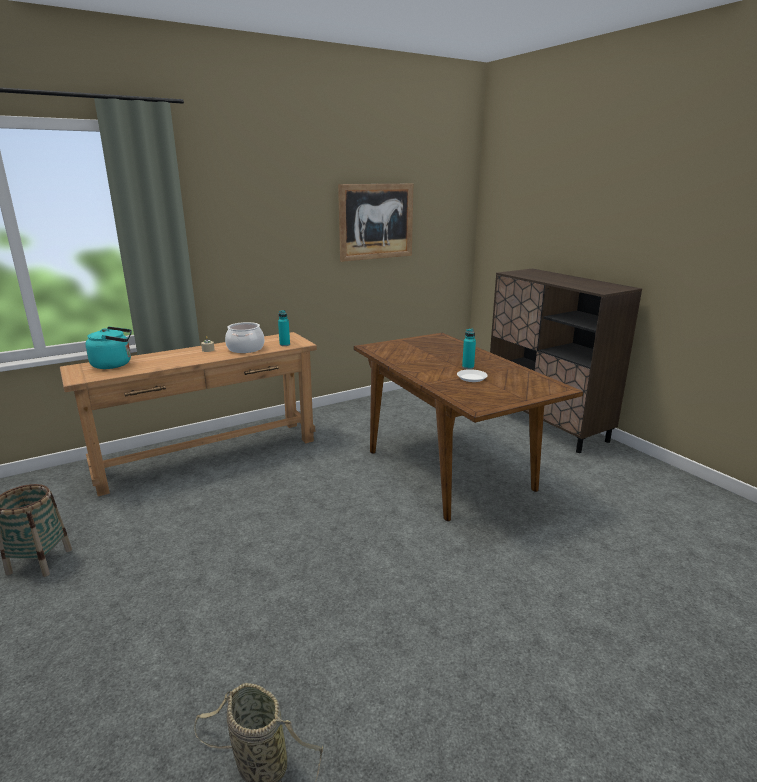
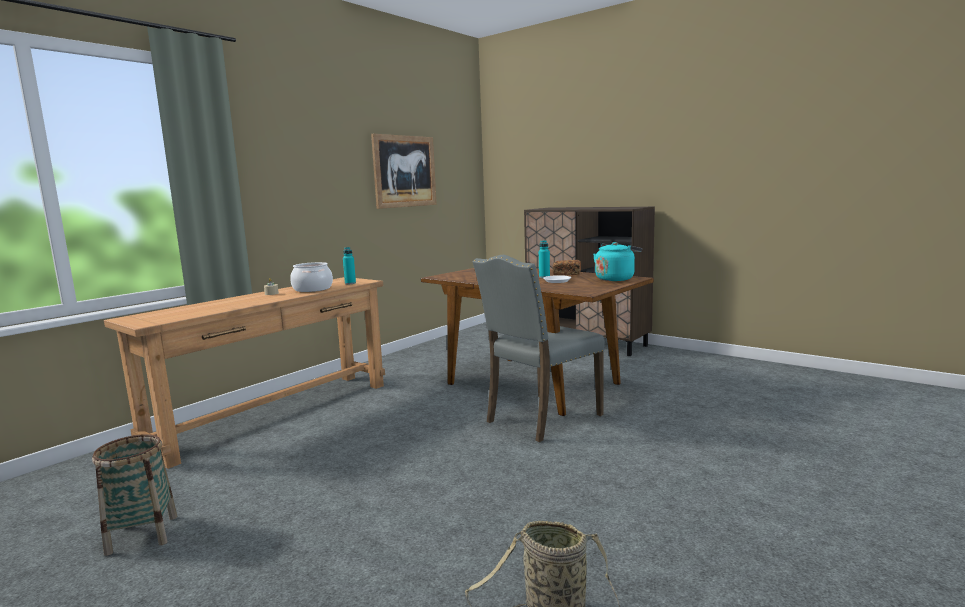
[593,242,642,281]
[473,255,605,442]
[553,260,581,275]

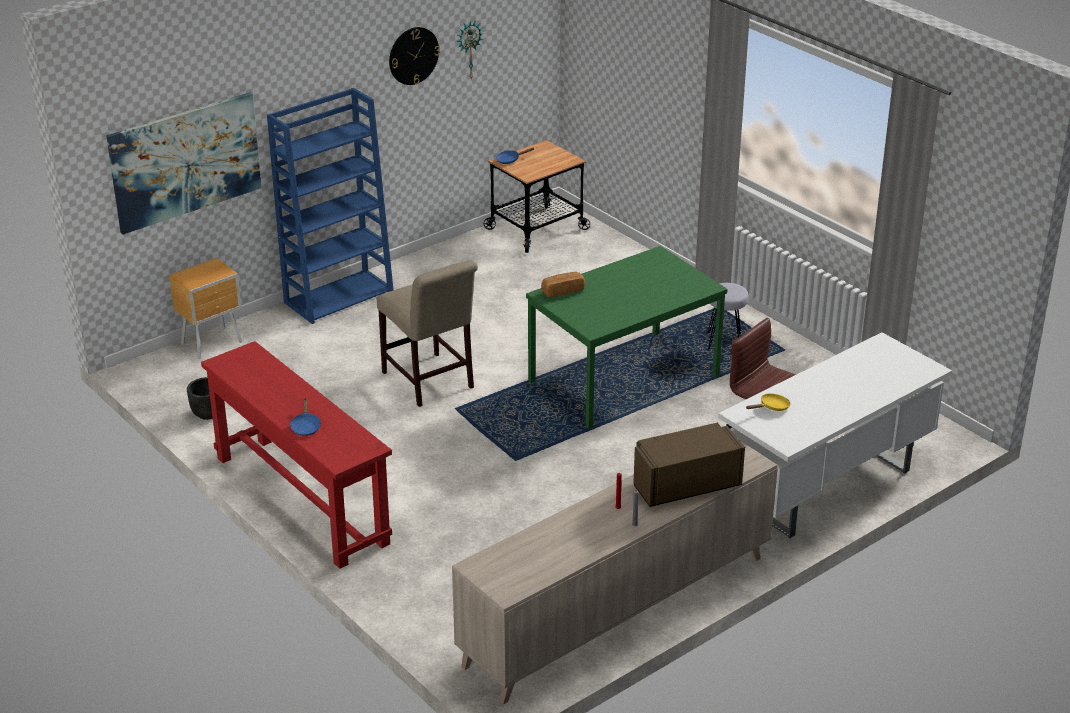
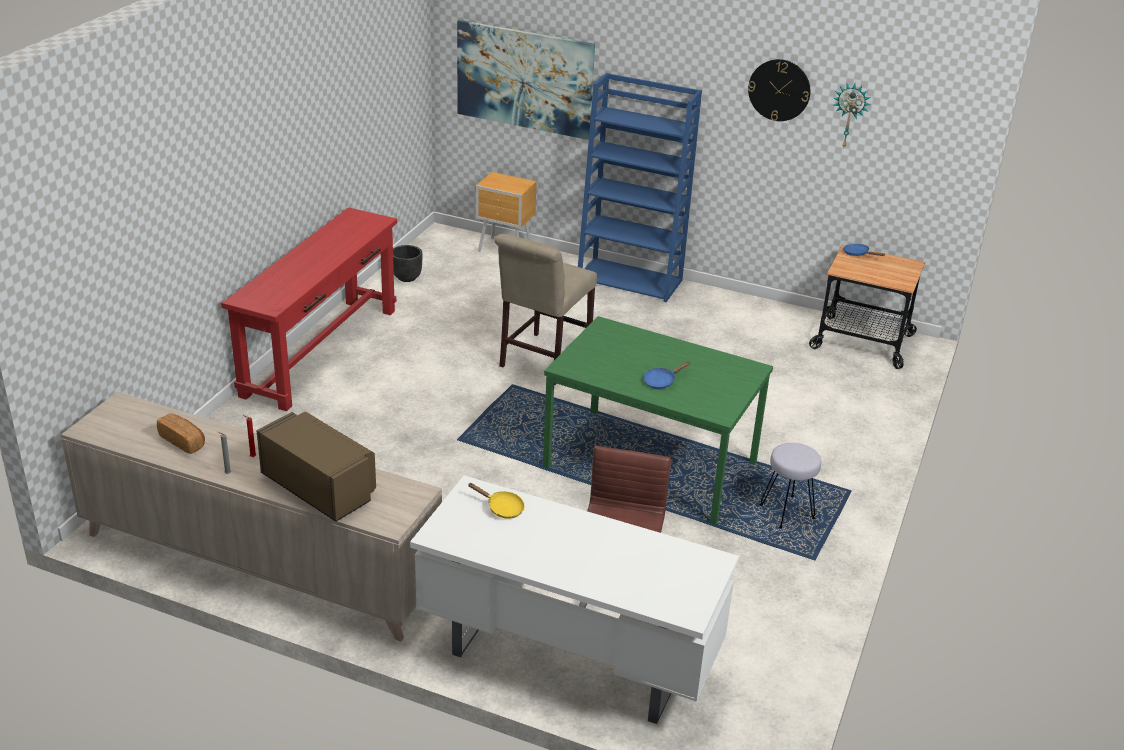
[157,414,205,454]
[643,361,690,389]

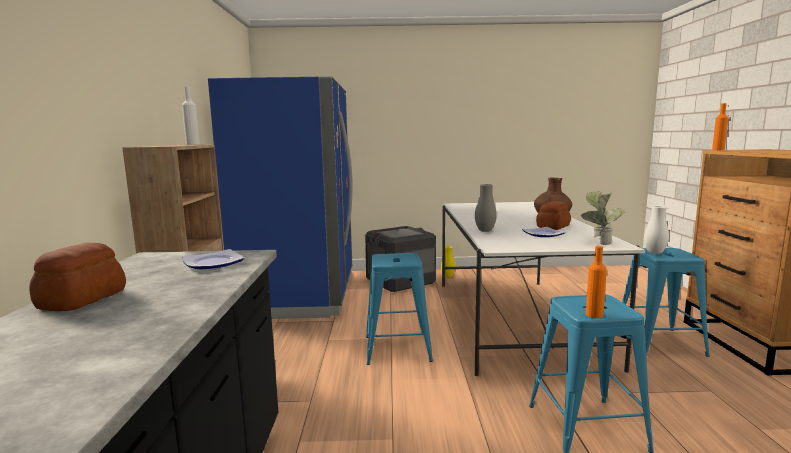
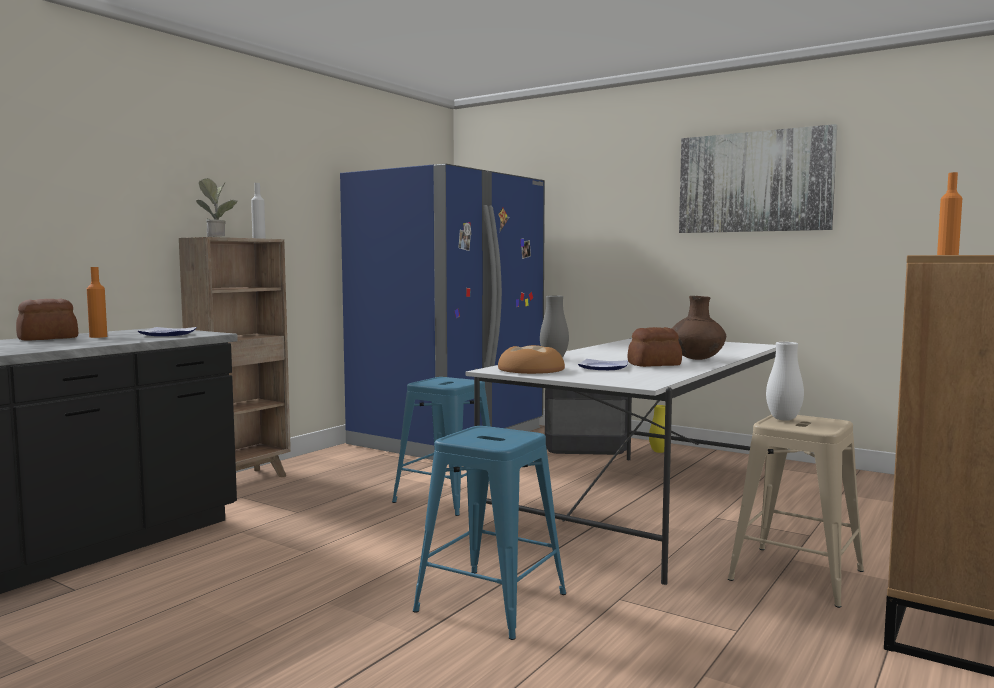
[196,178,237,237]
[87,267,107,338]
[728,414,864,608]
[679,124,837,233]
[498,345,565,374]

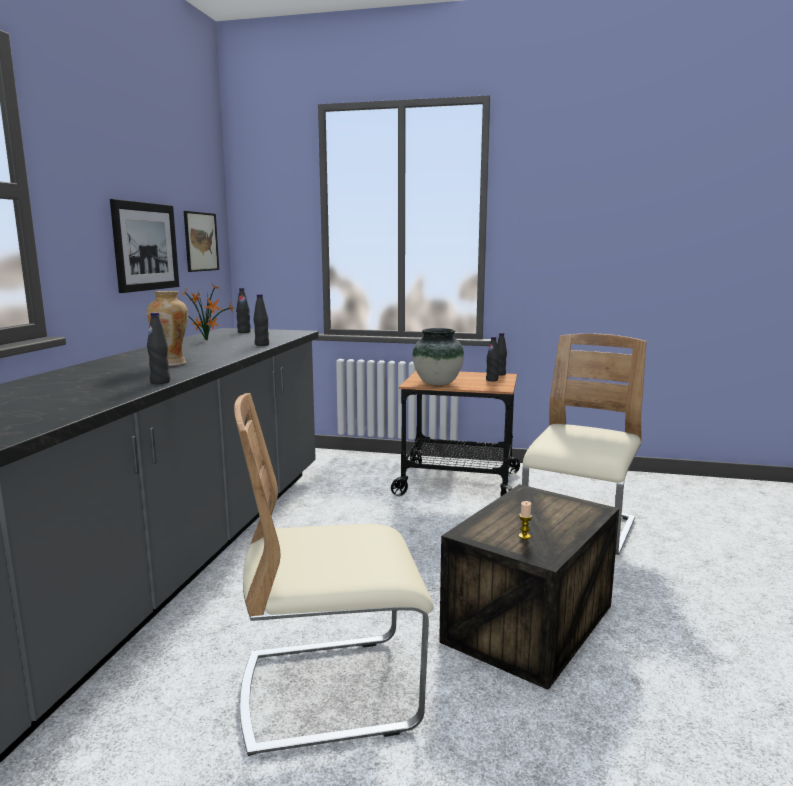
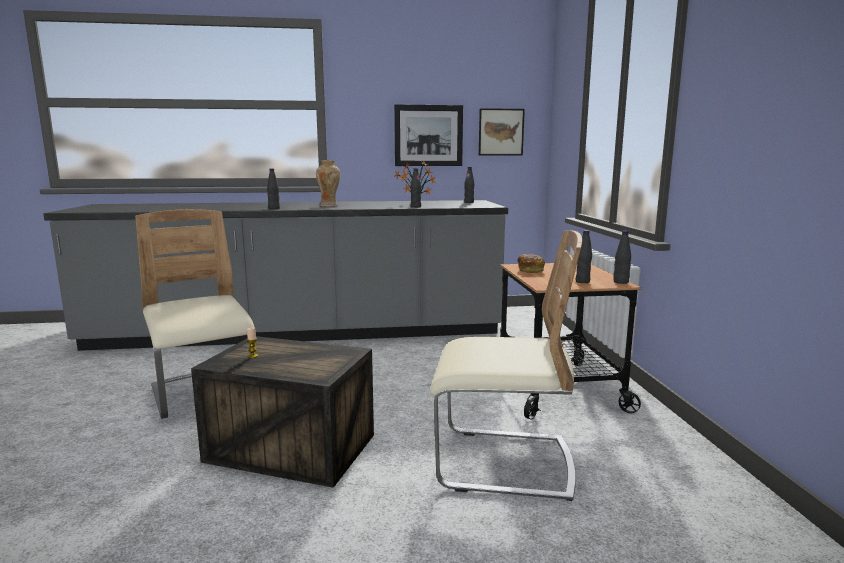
[517,254,545,273]

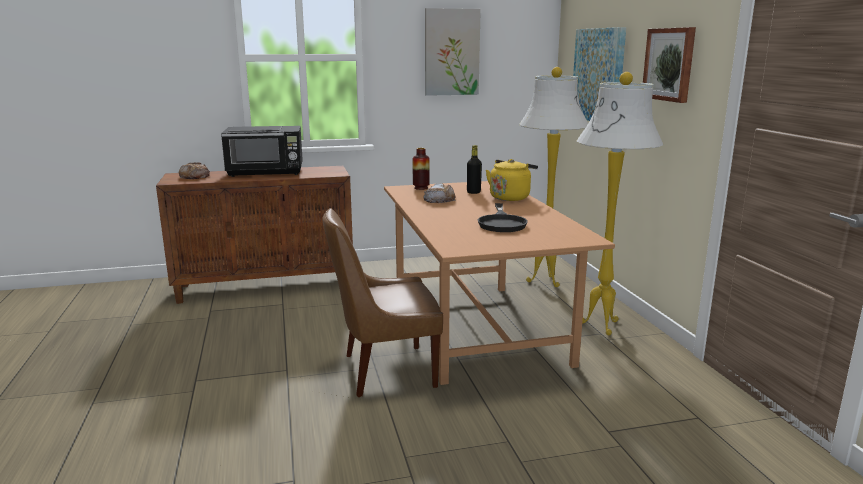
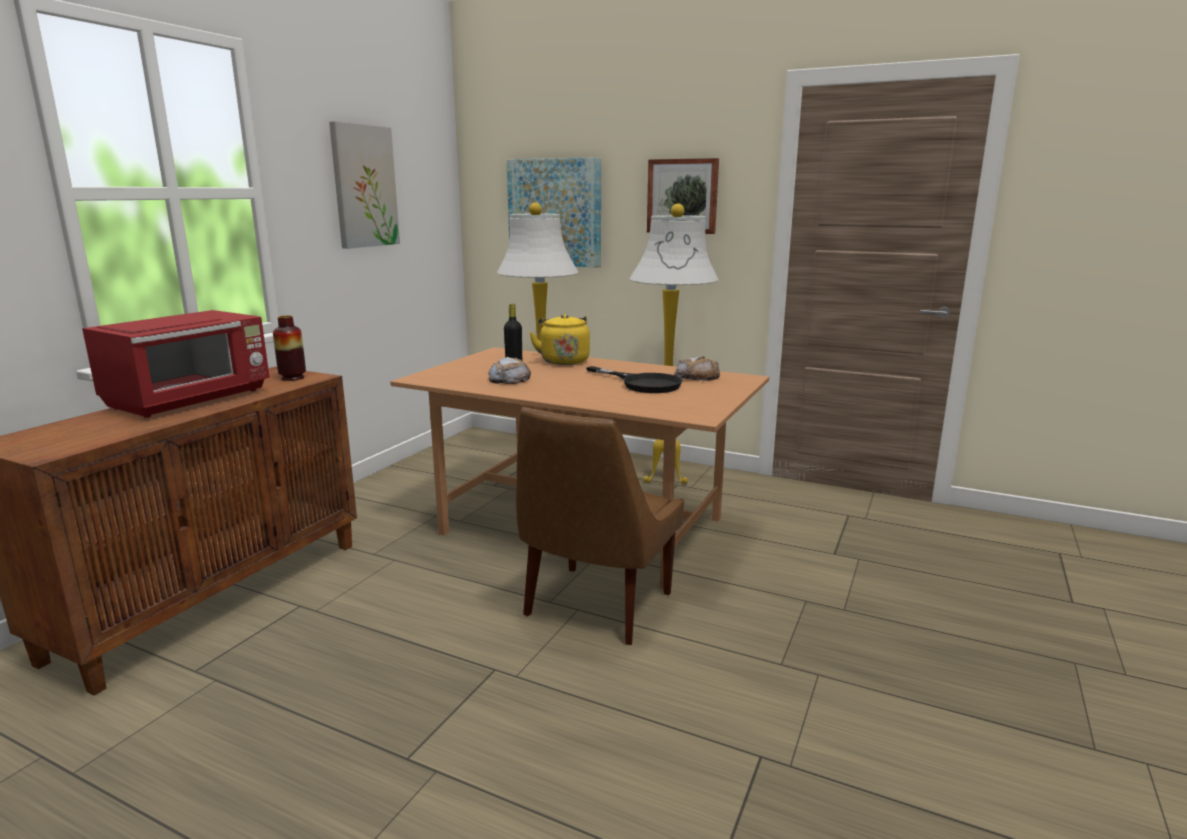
[82,310,269,418]
[273,315,306,381]
[674,355,720,381]

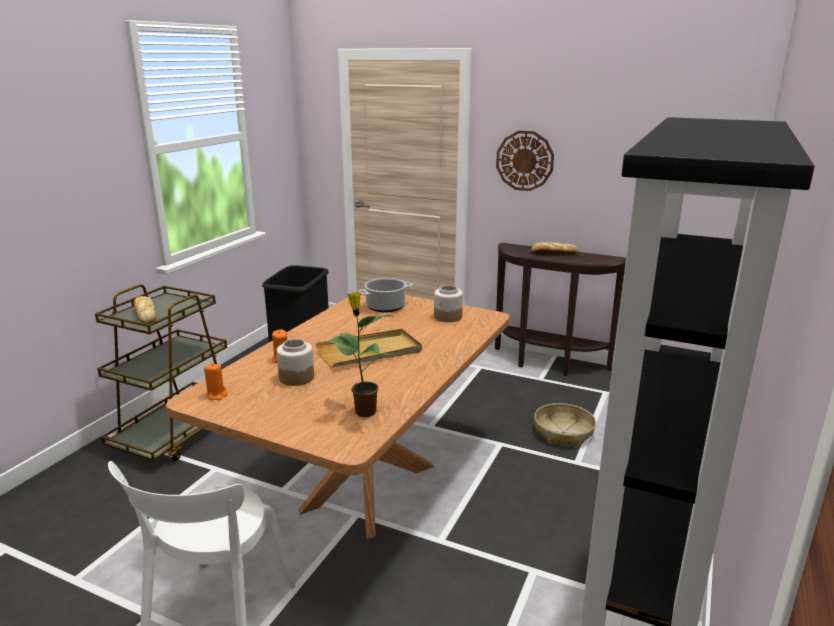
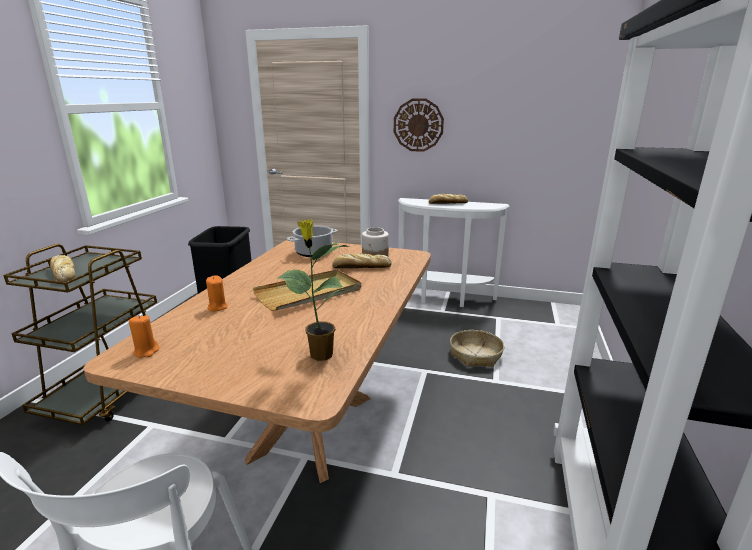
[398,198,510,307]
[277,339,314,386] (first image)
[332,253,391,268]

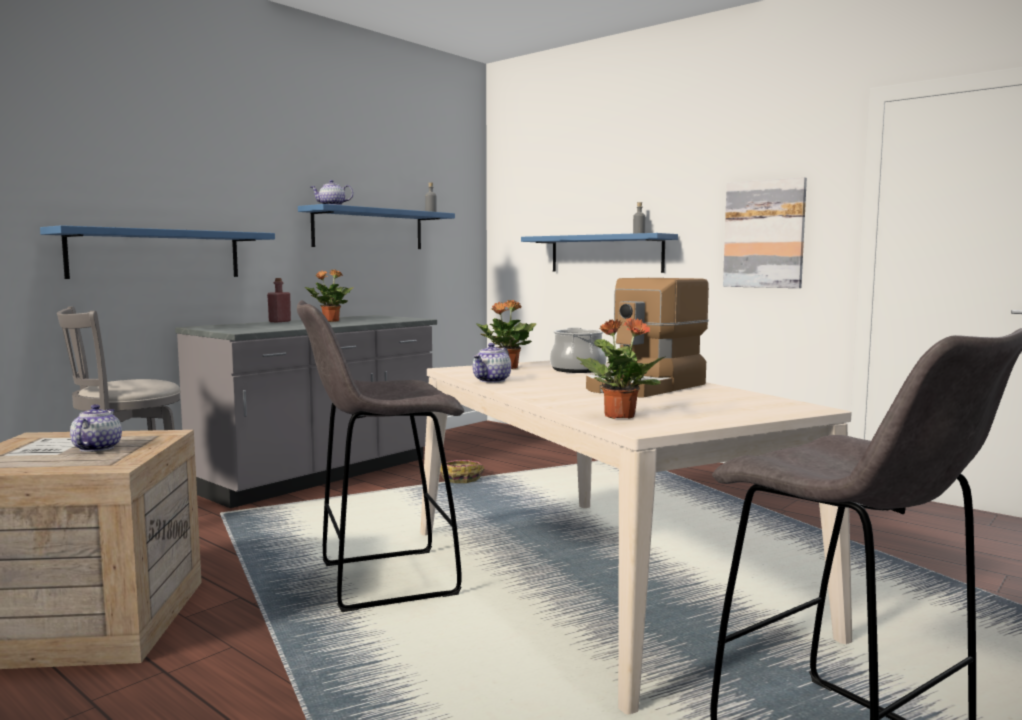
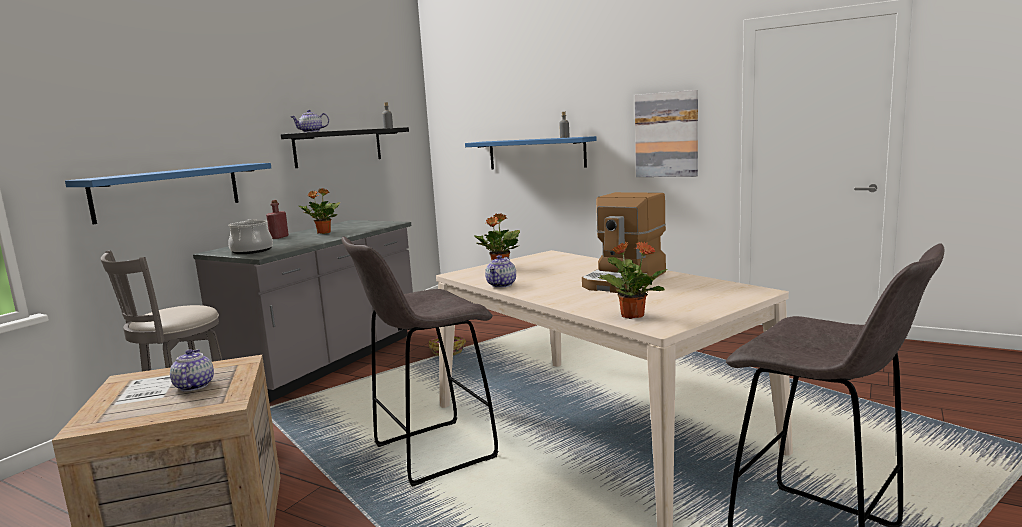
[281,127,409,168]
[228,219,273,254]

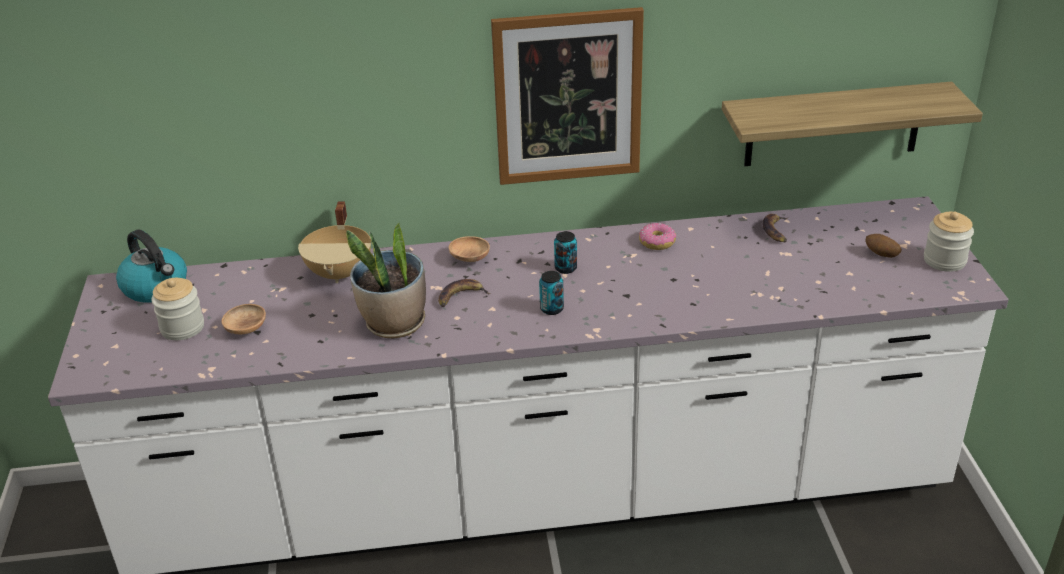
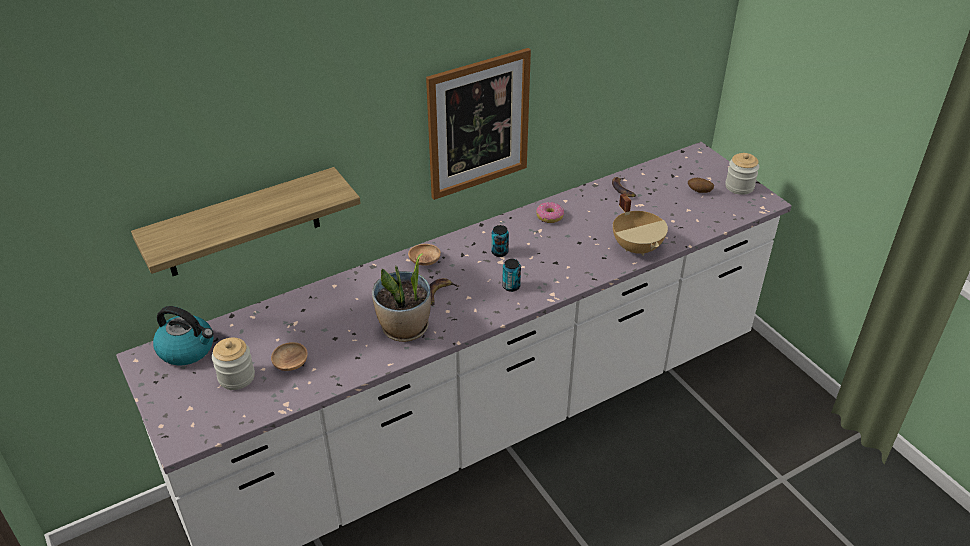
[131,167,361,276]
[613,194,668,256]

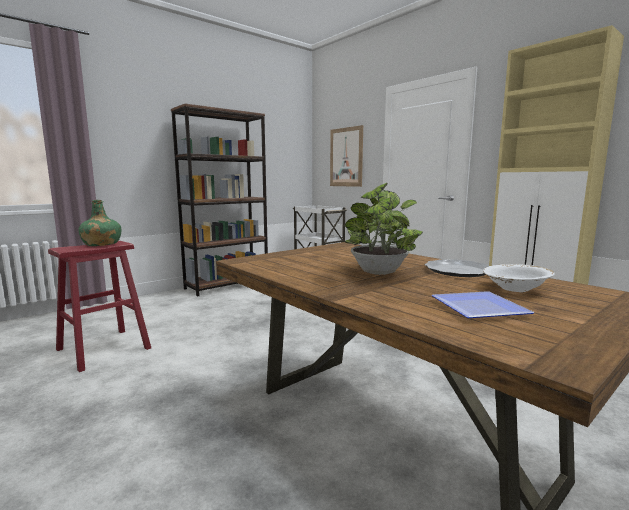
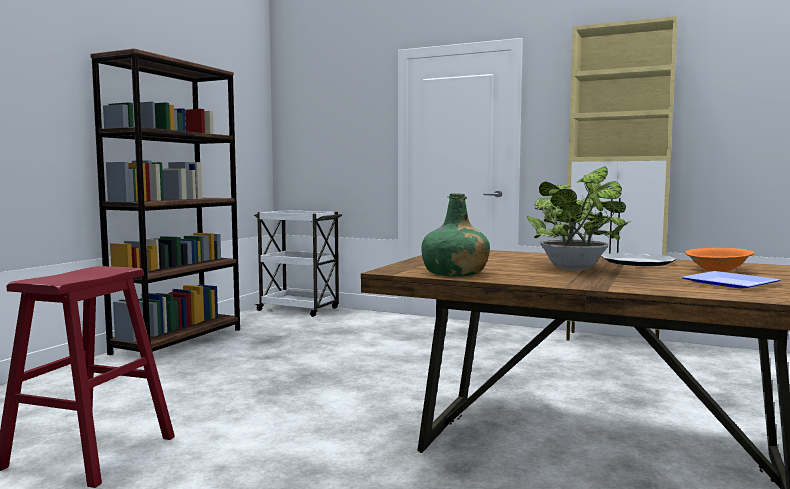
[330,125,363,187] (first image)
[422,193,490,277]
[685,248,754,272]

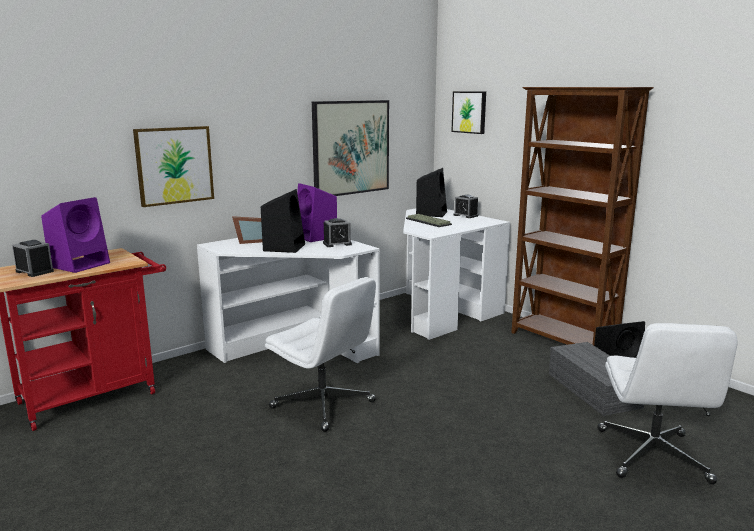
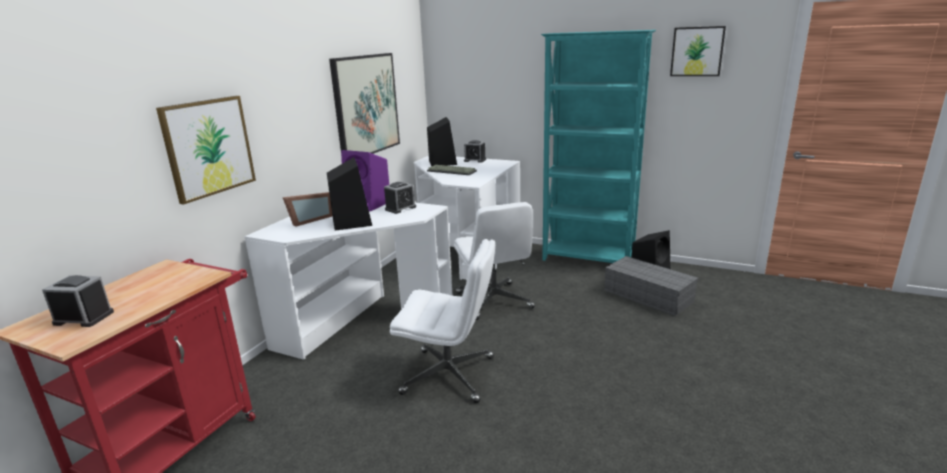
[541,30,656,263]
[670,26,726,76]
[41,197,110,273] (first image)
[454,202,535,320]

